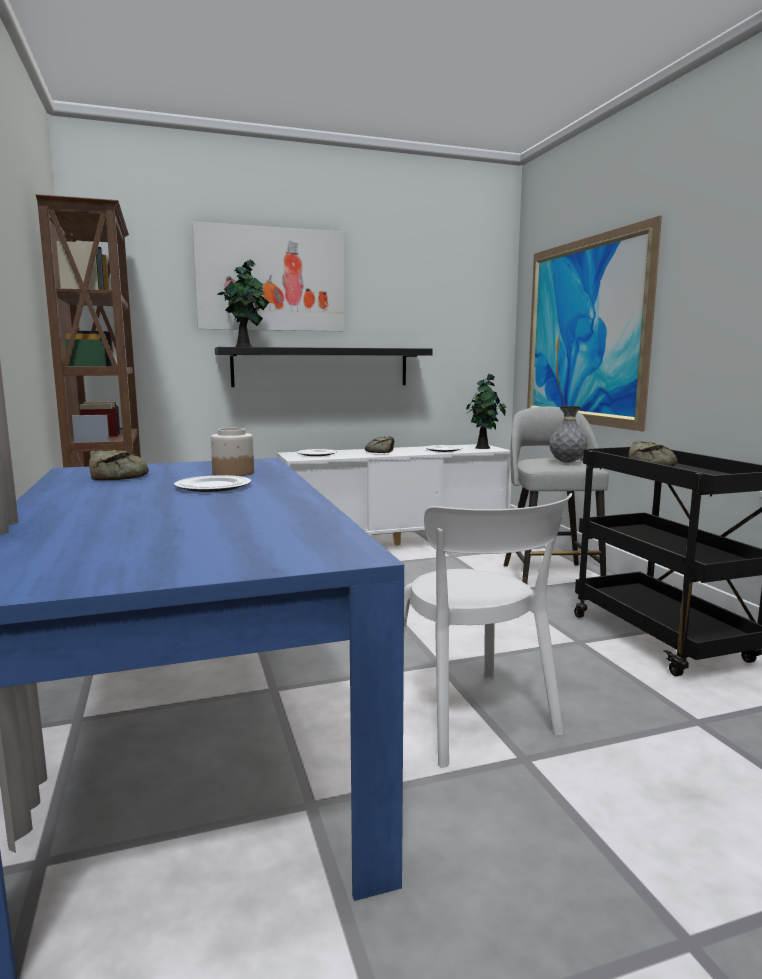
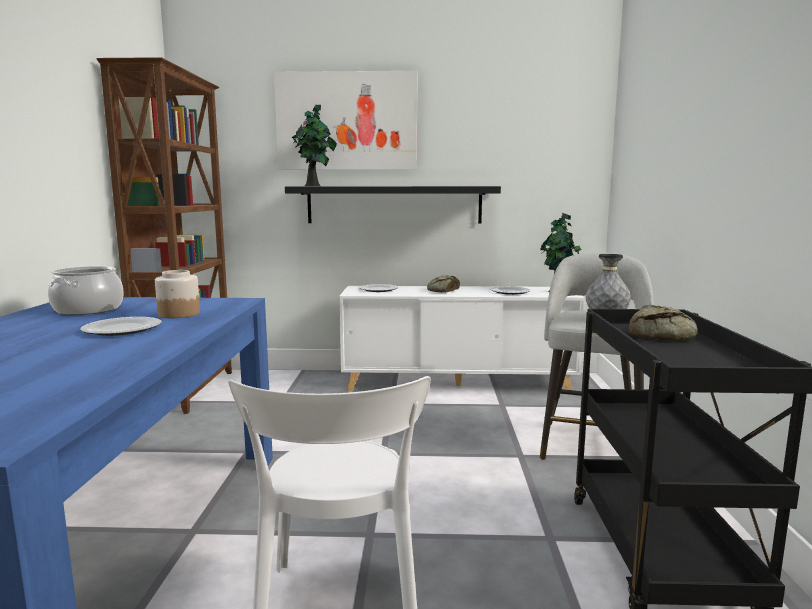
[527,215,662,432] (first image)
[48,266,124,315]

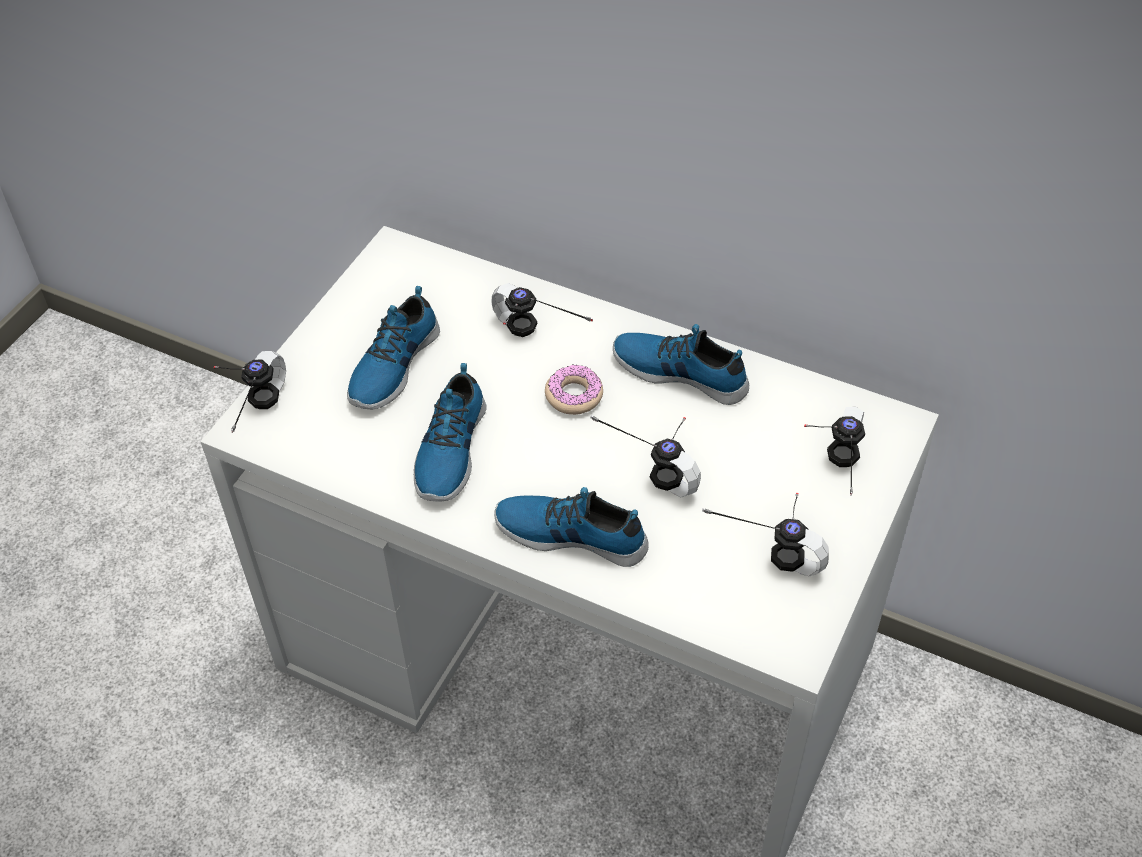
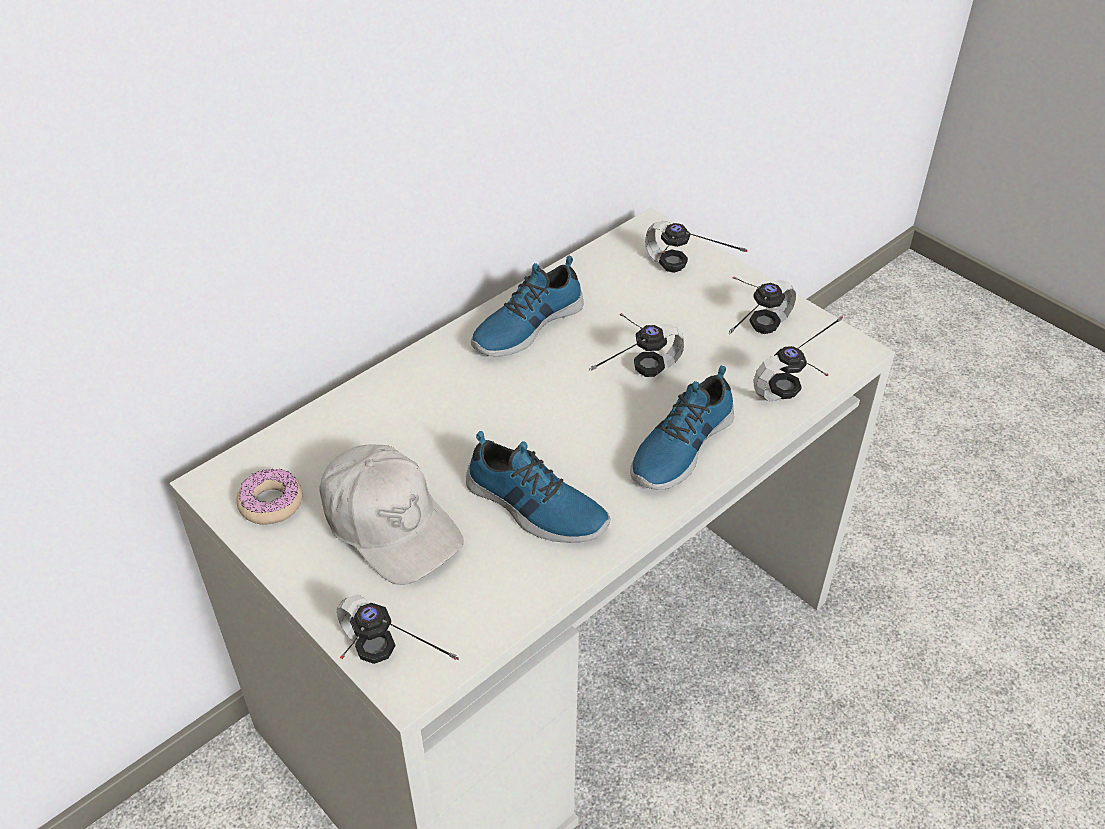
[754,316,843,402]
[319,444,464,585]
[236,468,303,525]

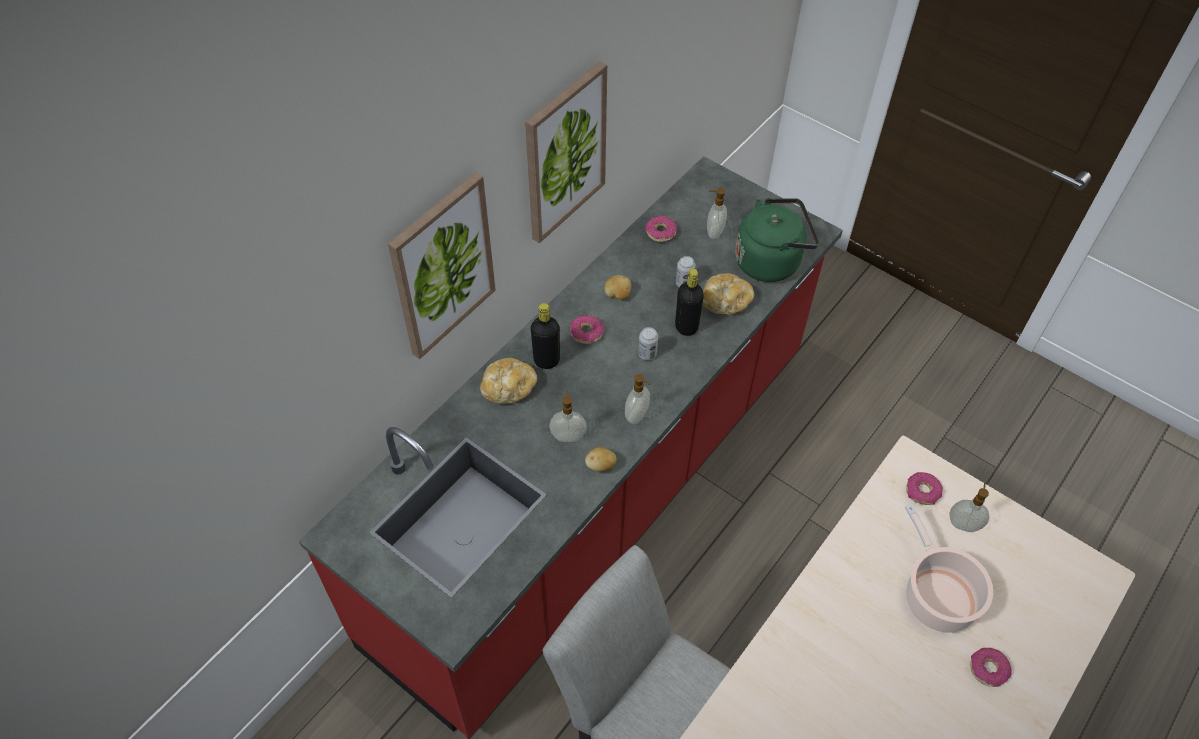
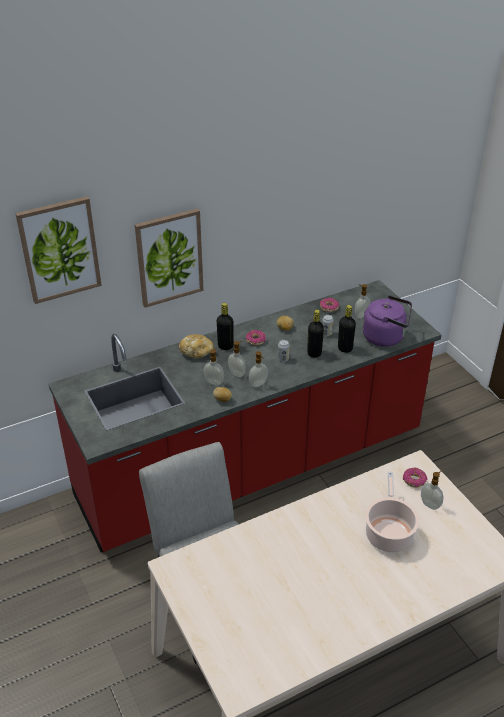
[15,196,102,304]
[363,295,412,347]
[338,305,356,353]
[970,648,1011,687] (first image)
[228,341,246,377]

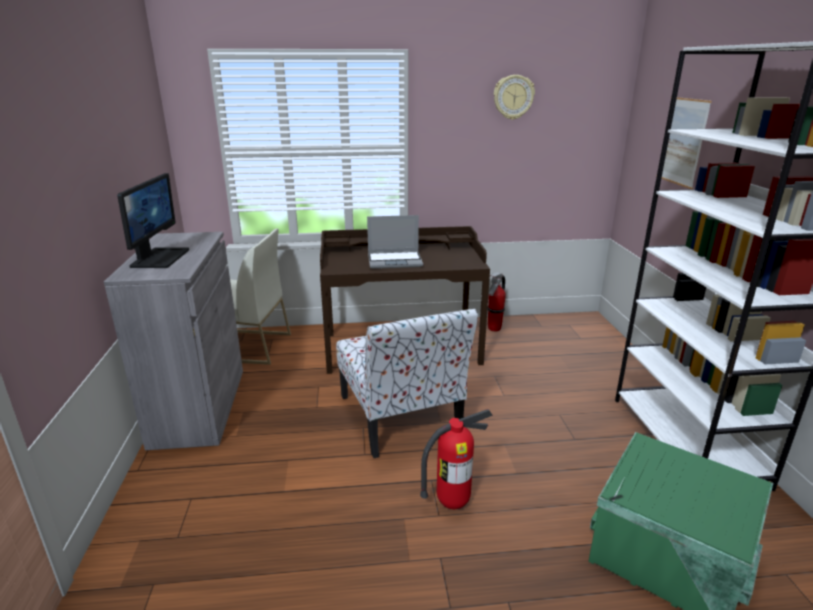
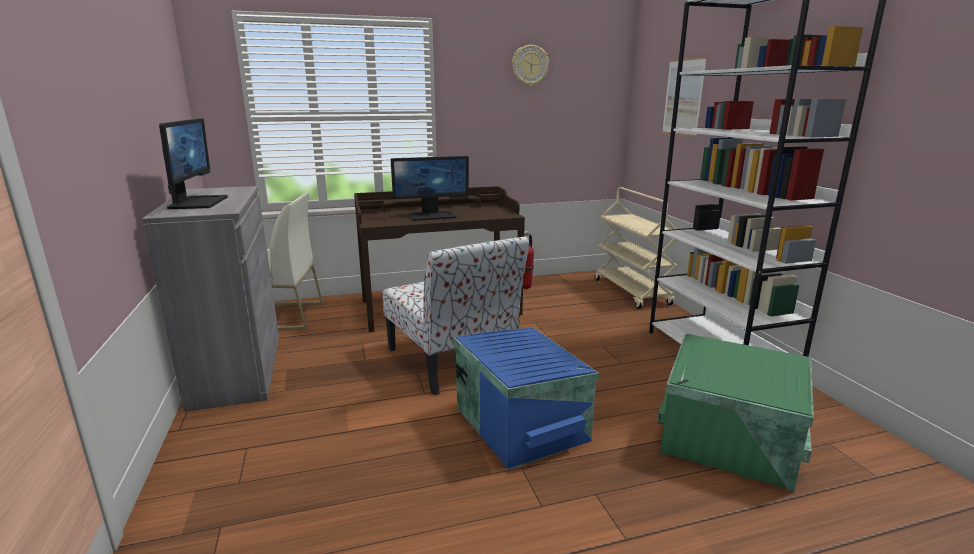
[391,156,469,221]
[454,328,599,471]
[595,187,677,309]

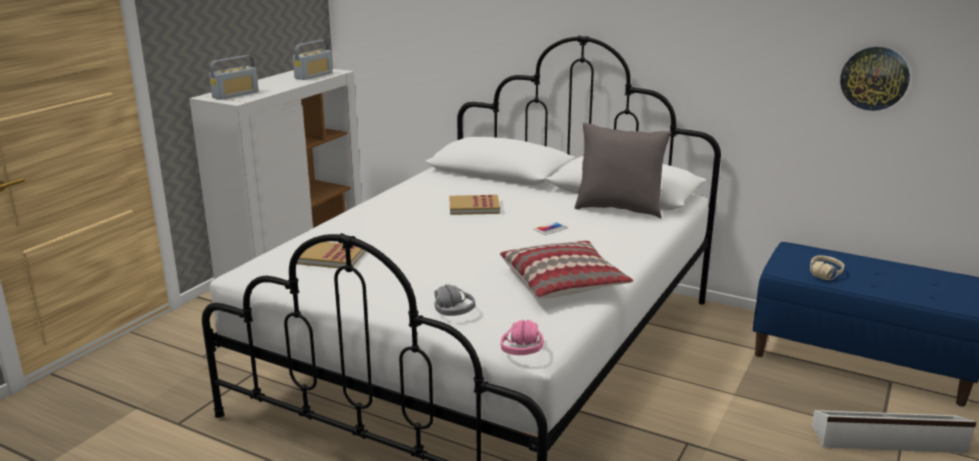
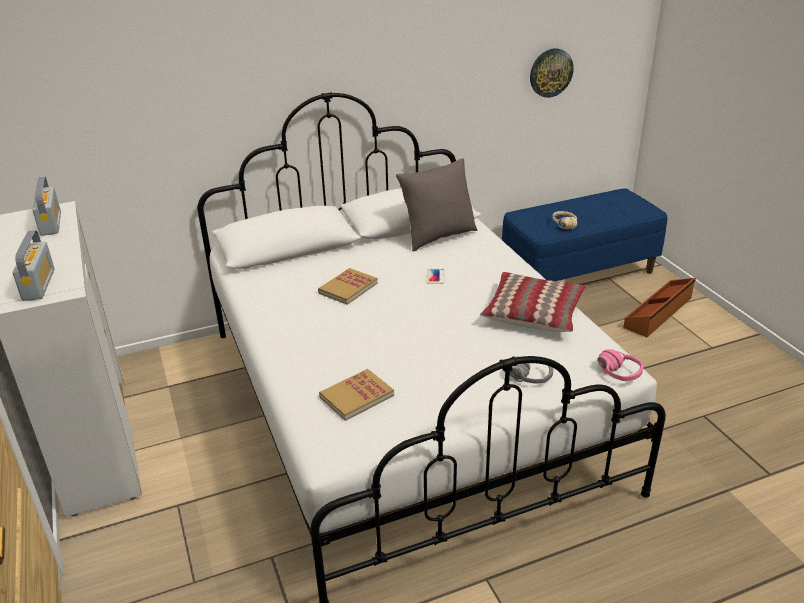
[623,278,696,337]

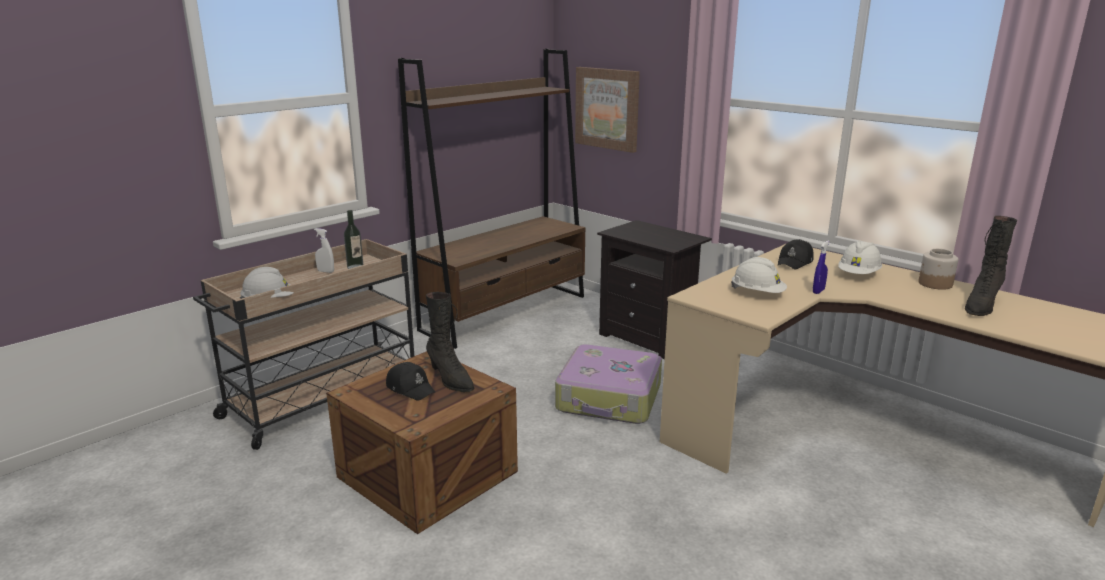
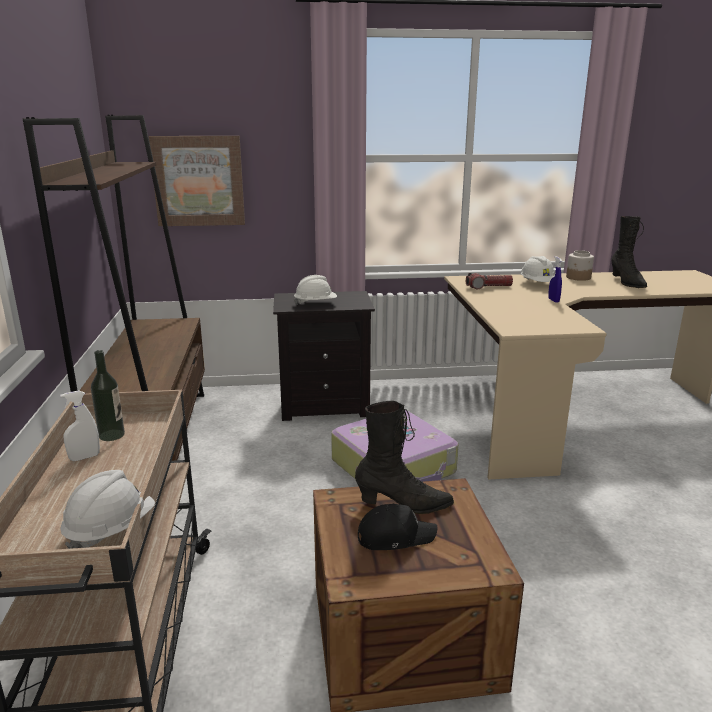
[466,273,513,289]
[294,275,337,305]

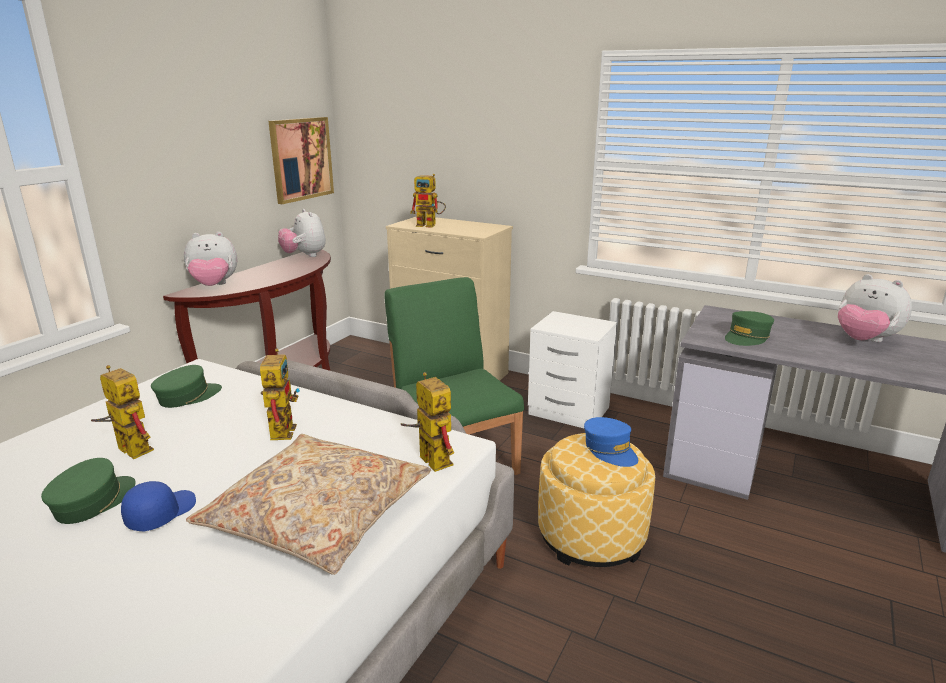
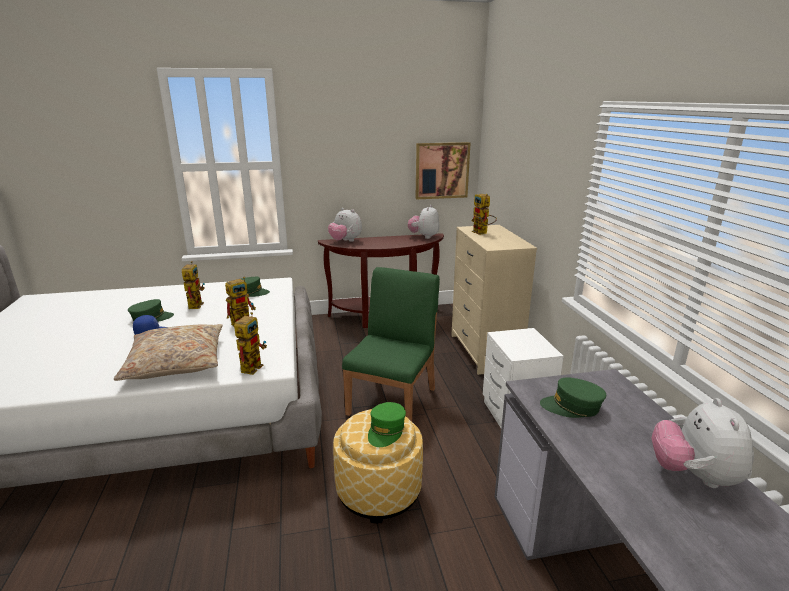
[368,402,406,447]

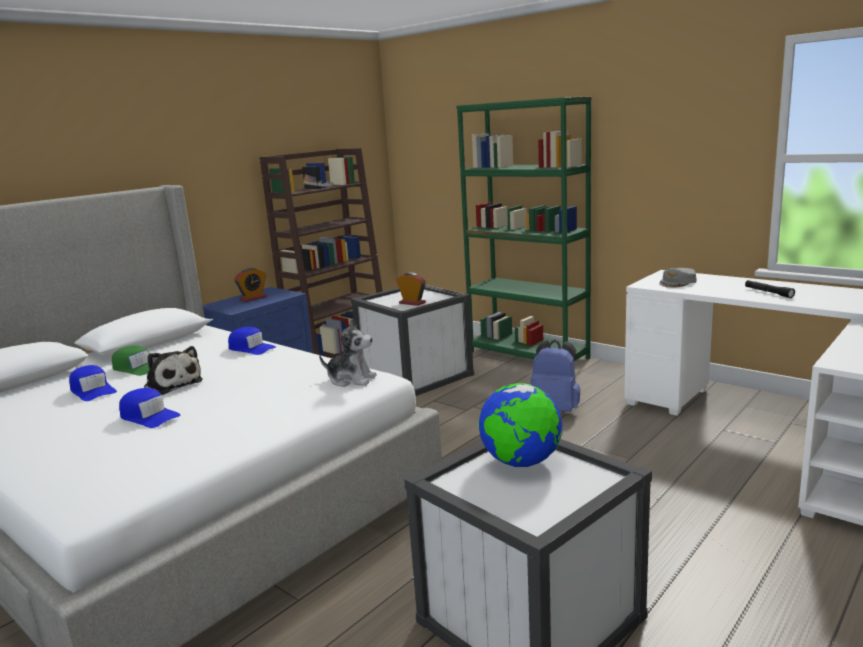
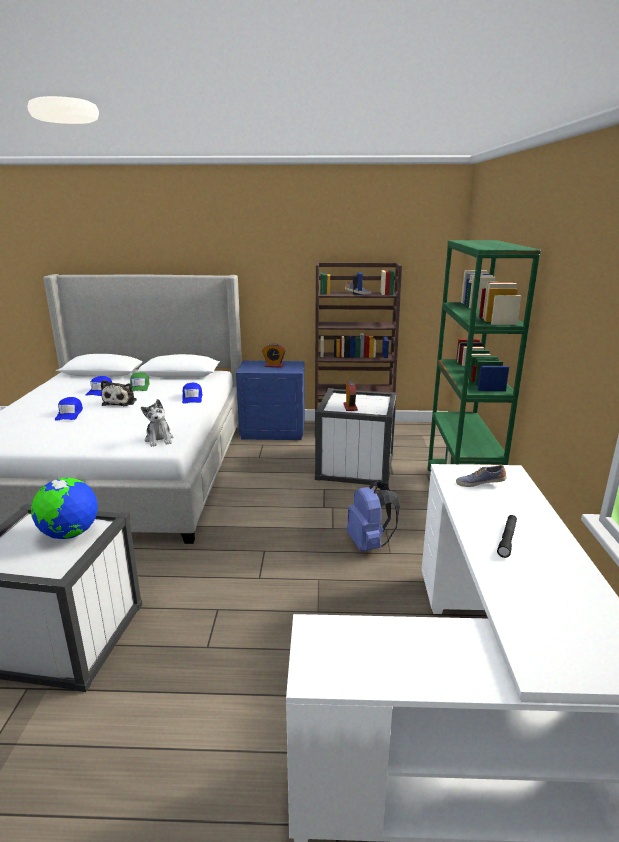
[456,465,507,487]

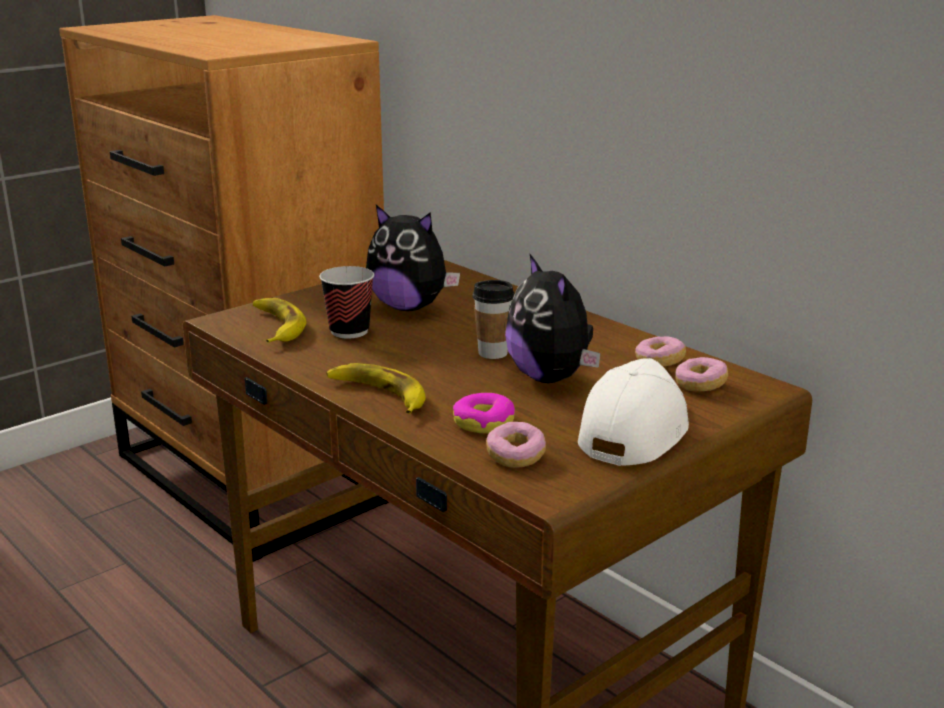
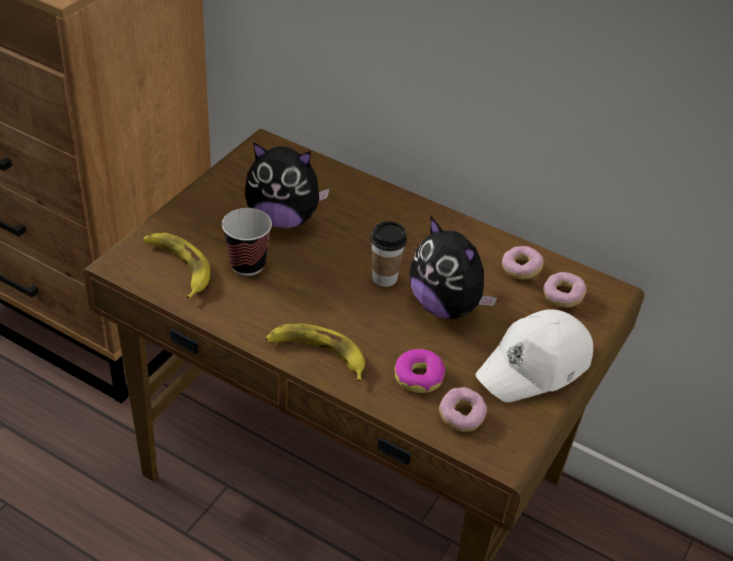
[476,309,593,402]

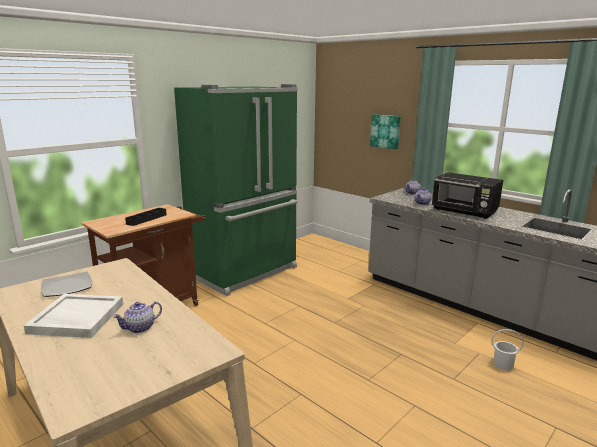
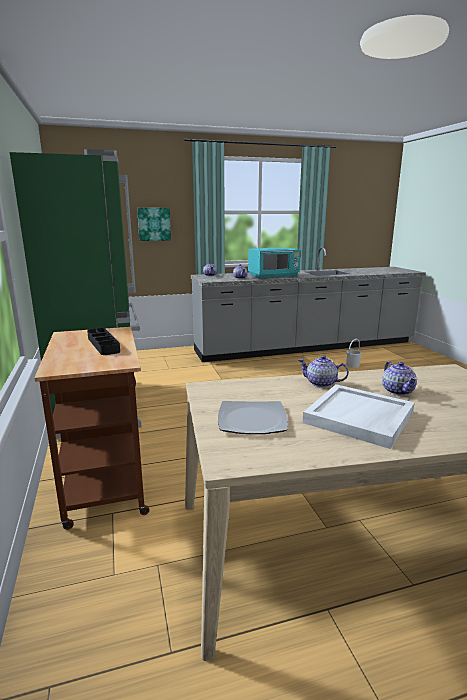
[248,248,301,279]
[298,355,349,388]

